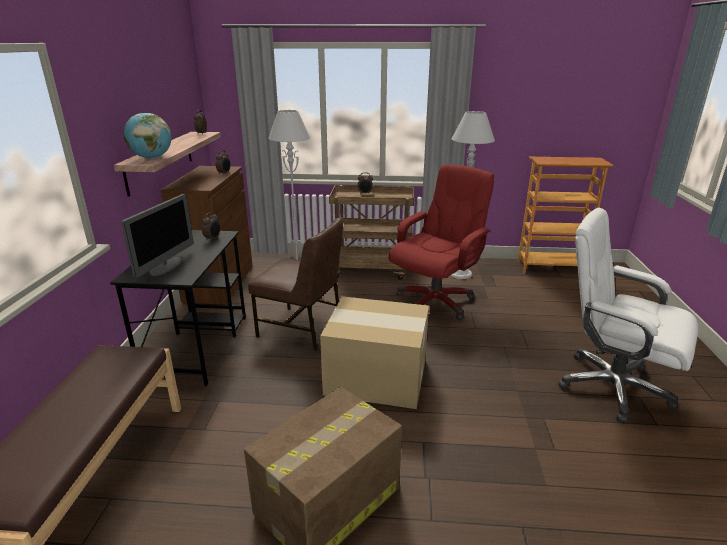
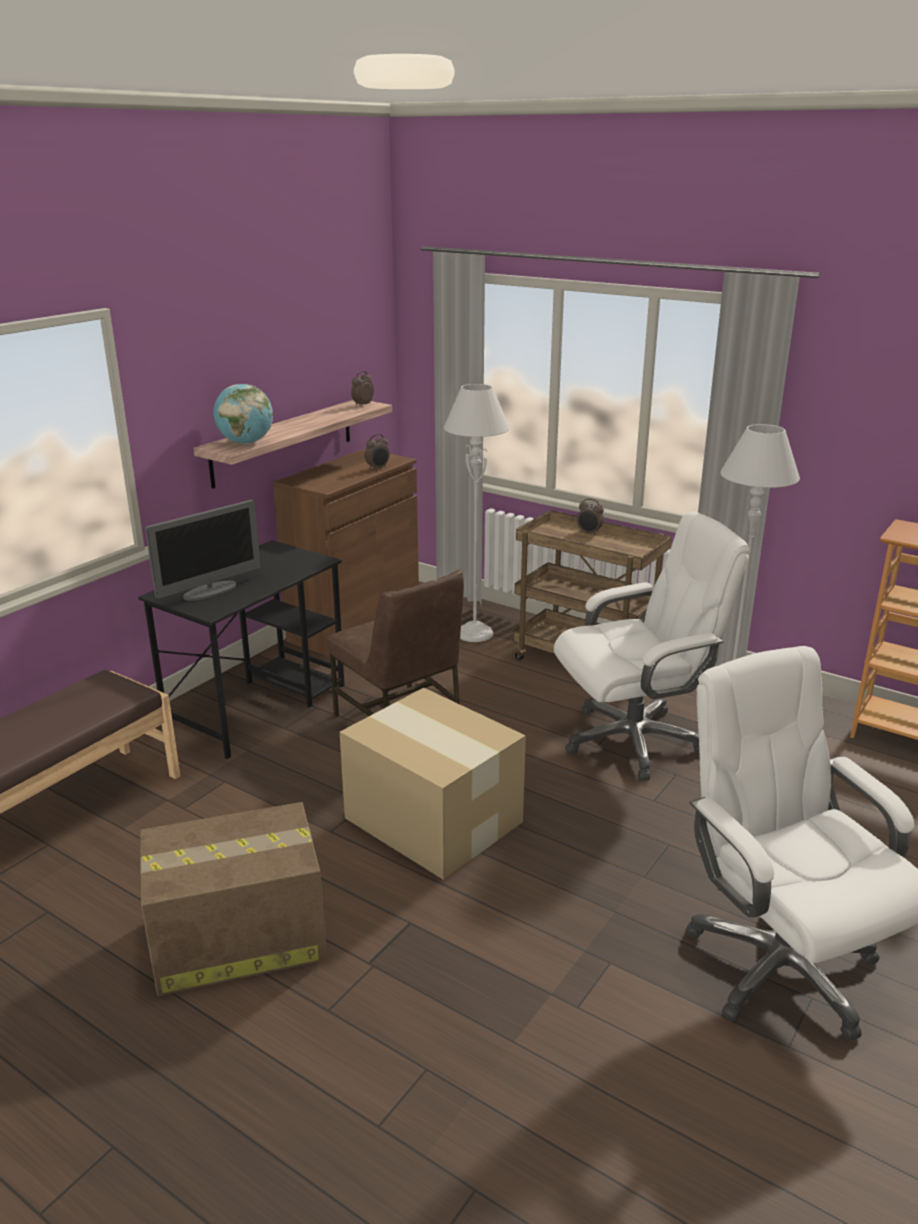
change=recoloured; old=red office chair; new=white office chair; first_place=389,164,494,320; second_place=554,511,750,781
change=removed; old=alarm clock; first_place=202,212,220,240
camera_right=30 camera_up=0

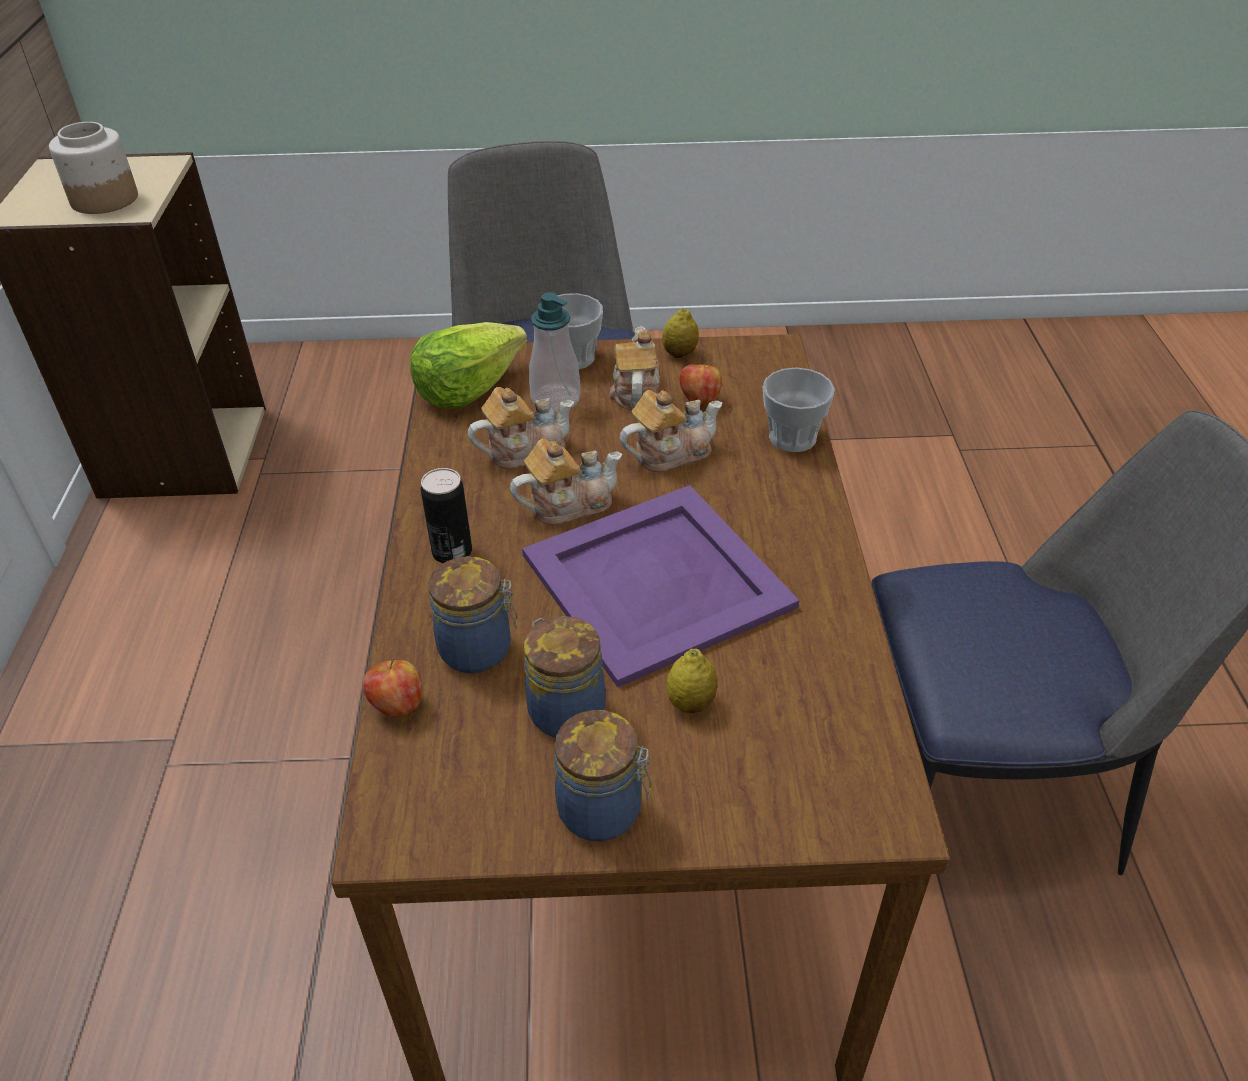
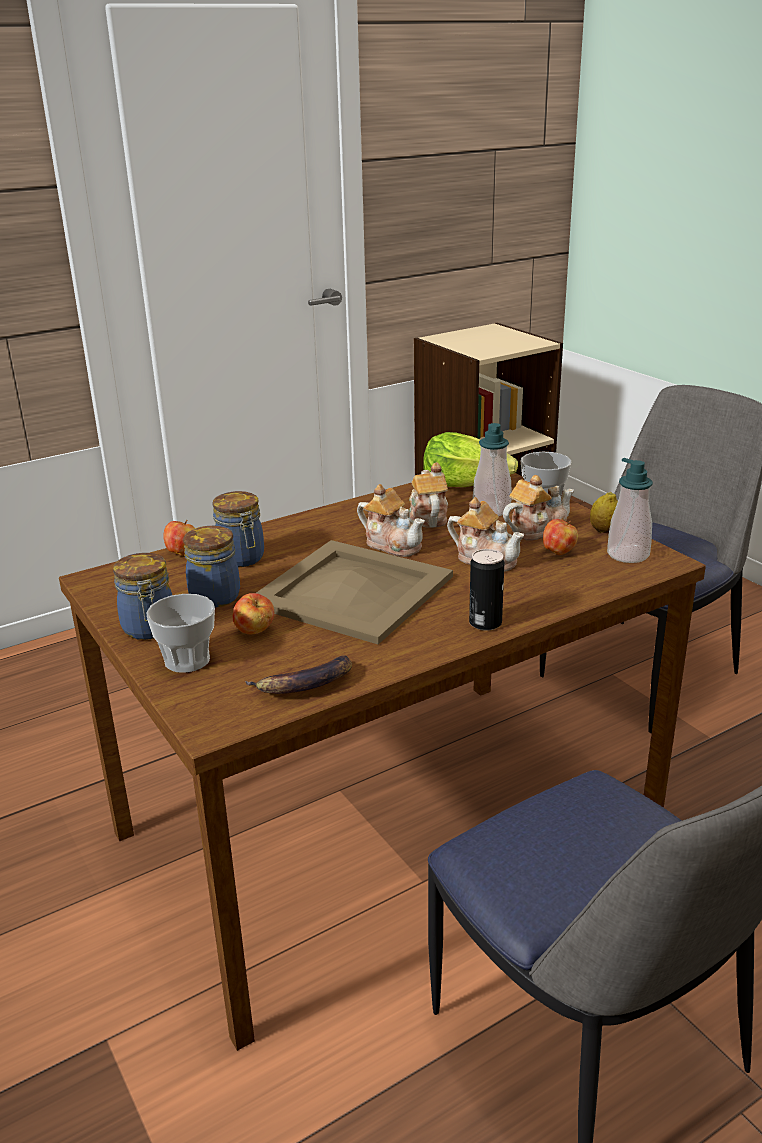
change=removed; old=jar; first_place=49,122,138,214
change=moved; old=cup; first_place=763,367,835,452; second_place=146,594,215,673
change=turned; old=teapot; first_place=468,387,574,469; second_place=409,462,448,528; degrees=-135
change=moved; old=can; first_place=421,468,472,563; second_place=469,549,504,631
change=recoloured; old=purple tray; new=beige tray; first_place=522,485,799,687; second_place=256,540,453,645
change=replaced; old=lemon; new=apple; first_place=667,649,717,713; second_place=233,593,274,634
change=added; new=soap dispenser; second_place=607,458,653,563
change=added; new=banana; second_place=245,655,352,694
camera_right=60 camera_up=-15

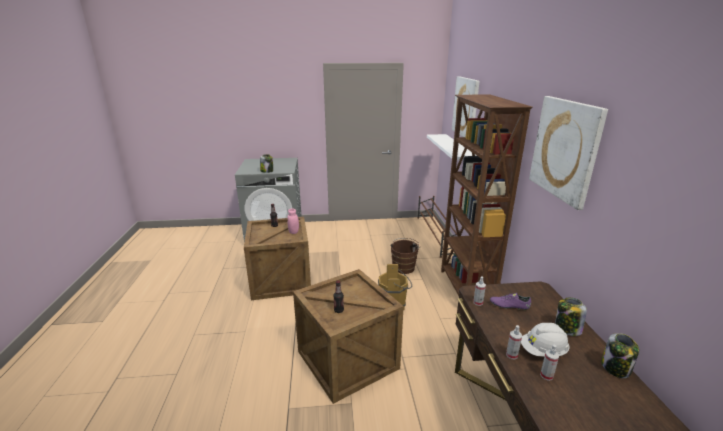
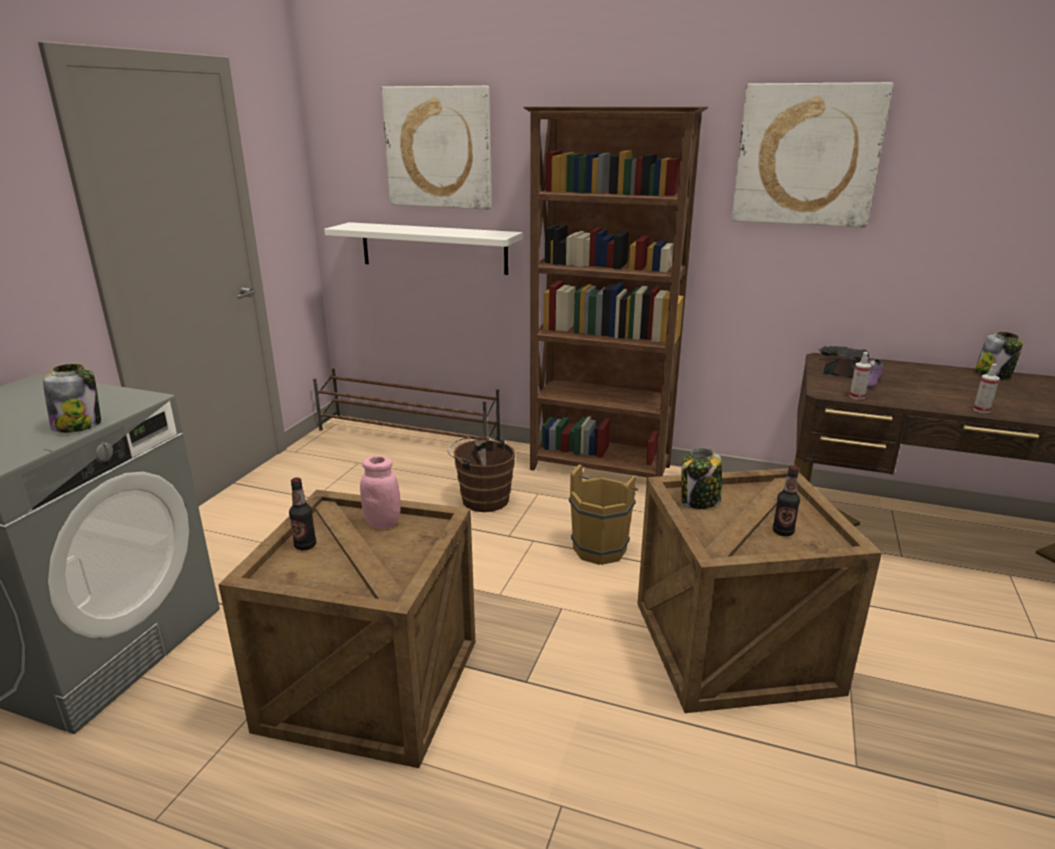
change=moved; old=jar; first_place=555,298,587,336; second_place=682,448,722,509
change=removed; old=white hard hat; first_place=521,323,570,356
change=removed; old=spray bottle; first_place=540,345,559,381
change=added; new=power drill; second_place=819,346,869,378
camera_right=-65 camera_up=0

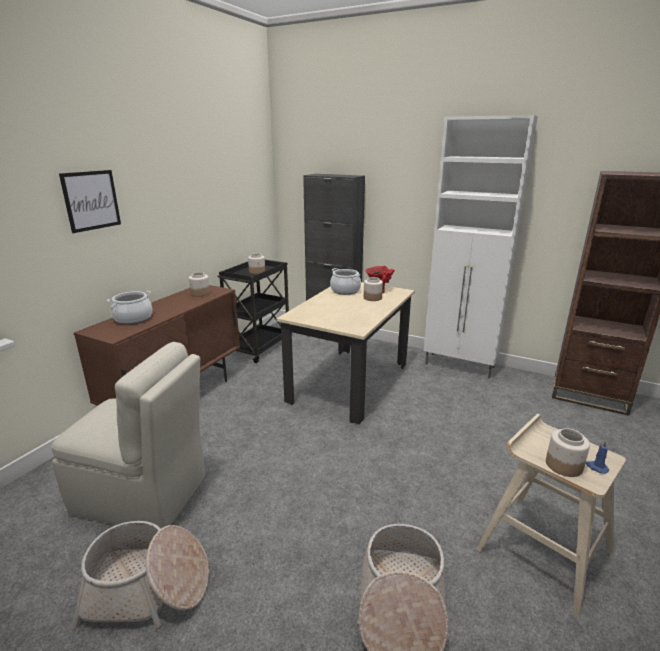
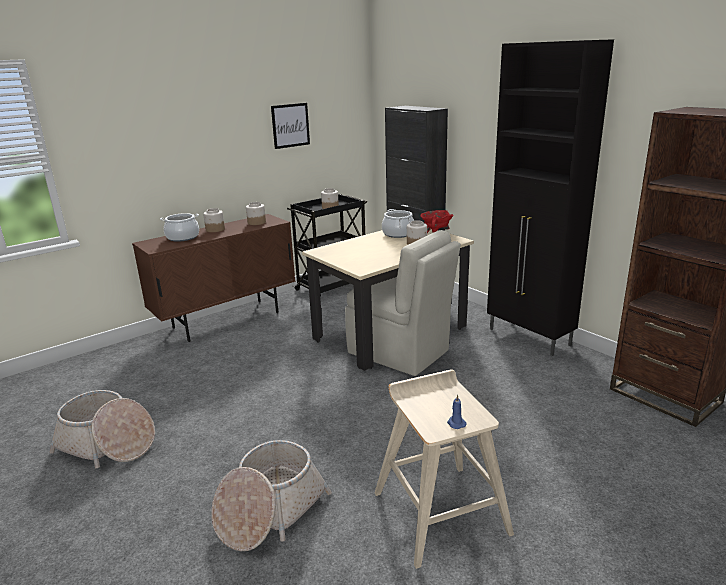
change=recoloured; old=white cabinet; new=black cabinet; first_place=424,115,538,379; second_place=487,39,614,356
change=moved; old=picture; first_place=59,170,121,233; second_place=271,103,310,149
change=moved; old=beige chair; first_place=51,342,205,529; second_place=345,230,461,376
change=moved; old=jar; first_place=546,428,590,477; second_place=203,208,225,232
camera_right=25 camera_up=0

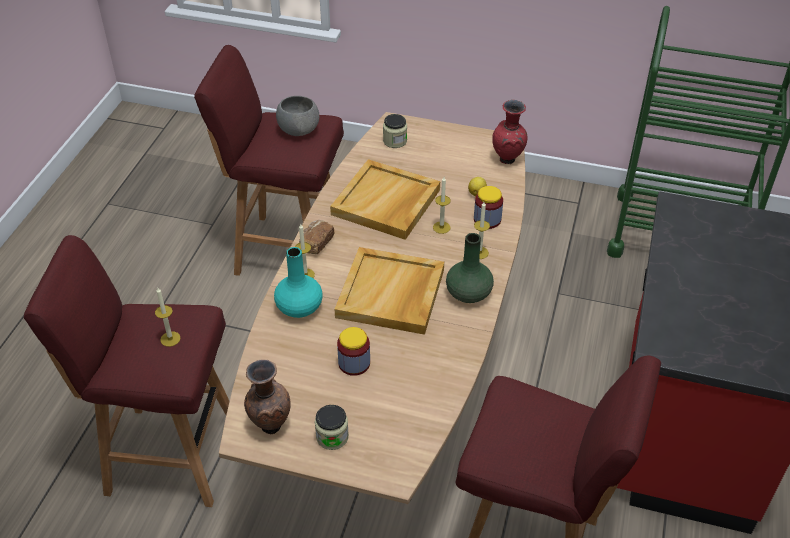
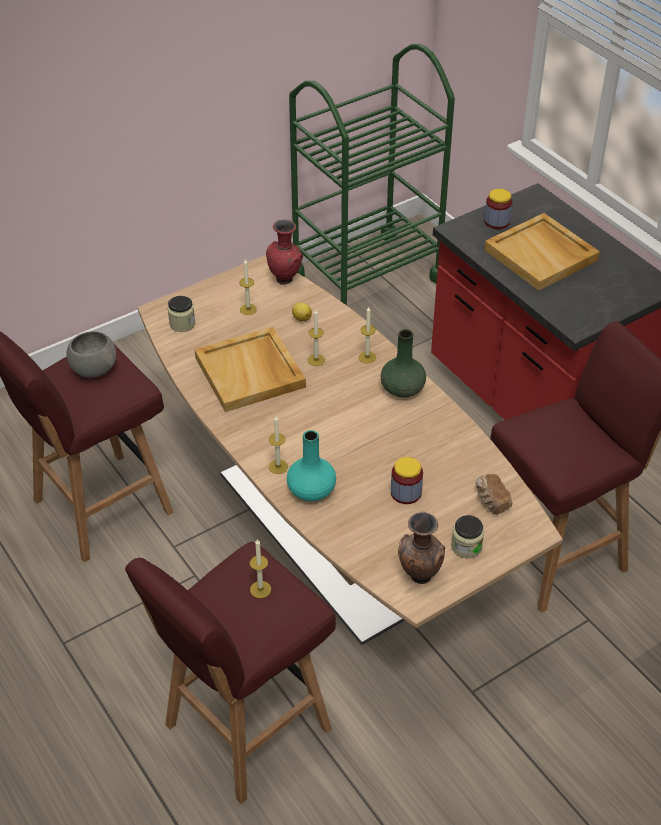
change=moved; old=jar; first_place=474,186,503,229; second_place=484,189,513,229
change=moved; old=bread; first_place=299,220,335,254; second_place=476,474,512,515
change=moved; old=beige tray; first_place=334,247,444,335; second_place=484,213,600,291
change=added; new=candle; second_place=239,259,257,315
camera_right=-50 camera_up=0

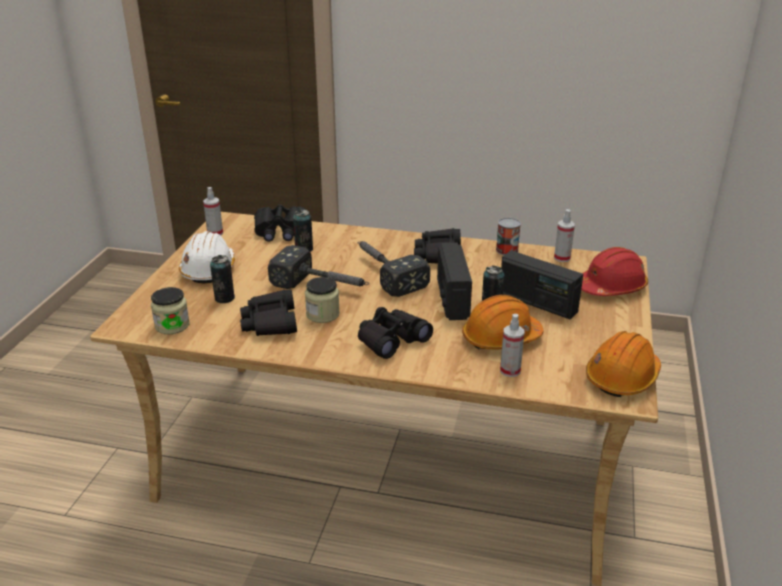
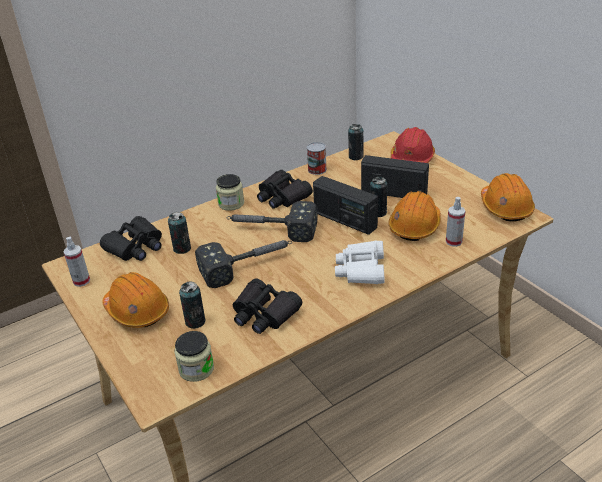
change=replaced; old=spray bottle; new=can; first_place=554,209,575,262; second_place=348,124,364,161
change=recoloured; old=white hard hat; new=orange hard hat; first_place=179,231,235,284; second_place=103,272,169,328
change=turned; old=radio; first_place=501,250,583,319; second_place=361,155,429,198; degrees=-150
change=moved; old=jar; first_place=305,277,340,323; second_place=216,174,244,211
change=recoloured; old=black binoculars; new=white binoculars; first_place=358,307,433,359; second_place=335,240,385,284
camera_right=-45 camera_up=5

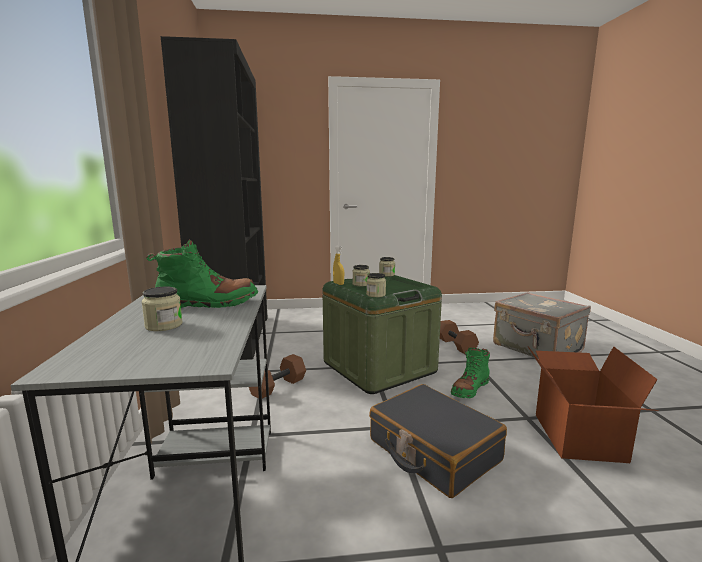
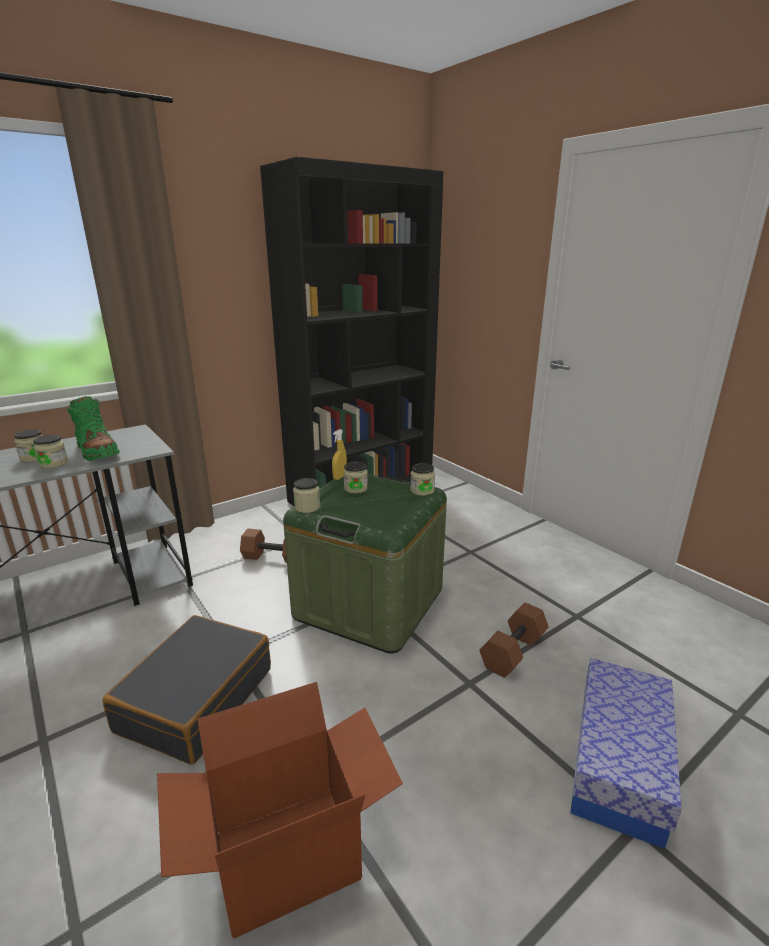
change=replaced; old=grey suitcase; new=storage box; first_place=493,292,591,359; second_place=571,658,682,849
change=removed; old=green boot; first_place=451,347,490,398
change=added; new=jar; second_place=33,435,68,469
camera_right=60 camera_up=10

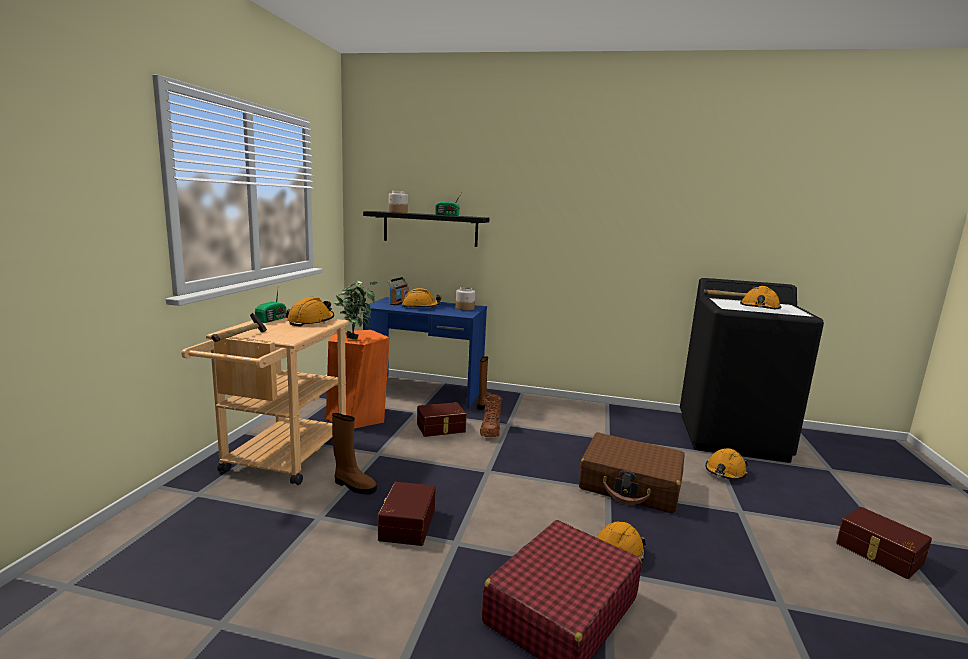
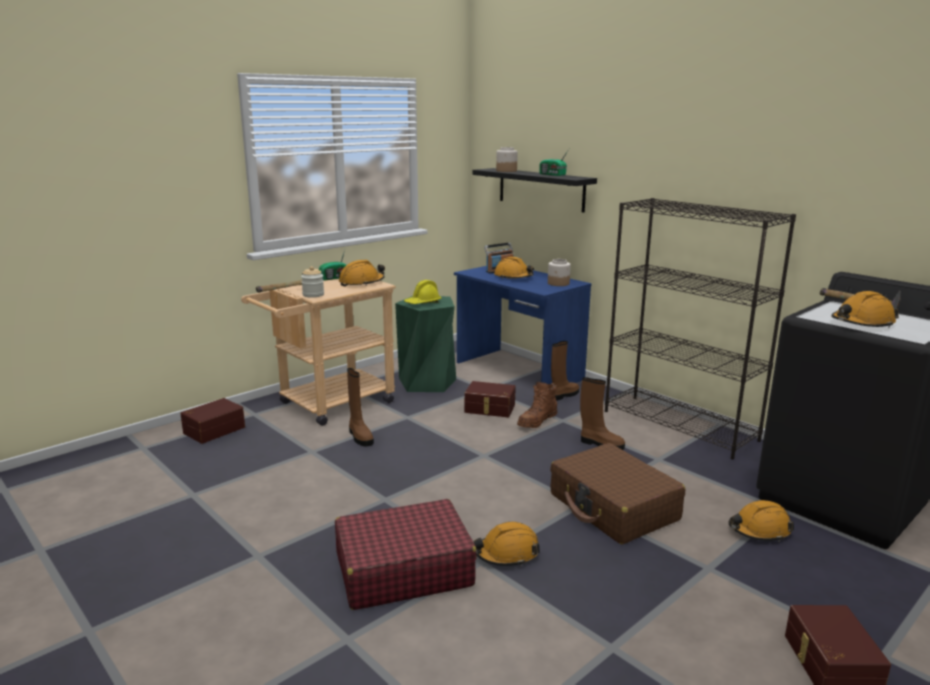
change=replaced; old=potted plant; new=yellow hard hat; first_place=334,281,377,339; second_place=404,280,441,304
change=recoloured; old=orange stool; new=green stool; first_place=326,330,390,428; second_place=395,296,456,392
change=moved; old=brown storage box; first_place=378,482,436,546; second_place=180,398,245,444
change=added; new=black bookcase; second_place=605,198,796,459
change=added; new=jar; second_place=301,266,324,298
change=added; new=brown boot; second_place=580,377,625,450
camera_right=35 camera_up=5

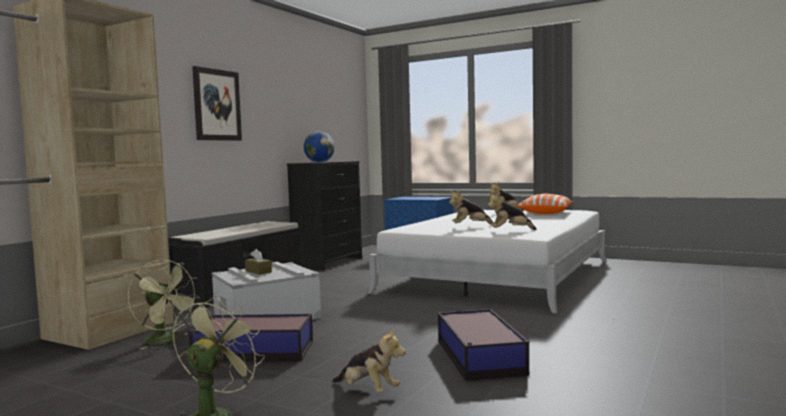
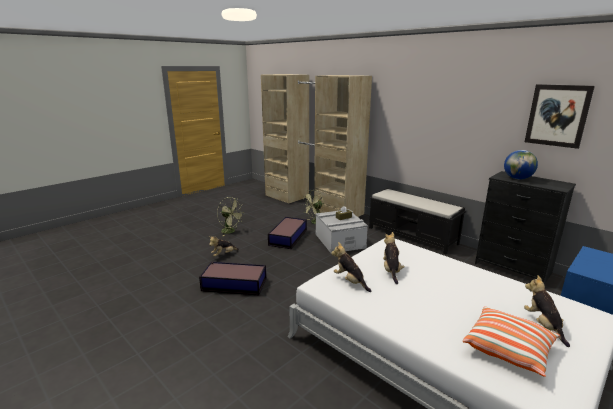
change=moved; old=picture; first_place=192,66,242,141; second_place=525,84,595,149
change=turned; old=plush toy; first_place=488,192,537,230; second_place=331,242,372,292; degrees=-45
camera_right=105 camera_up=15

